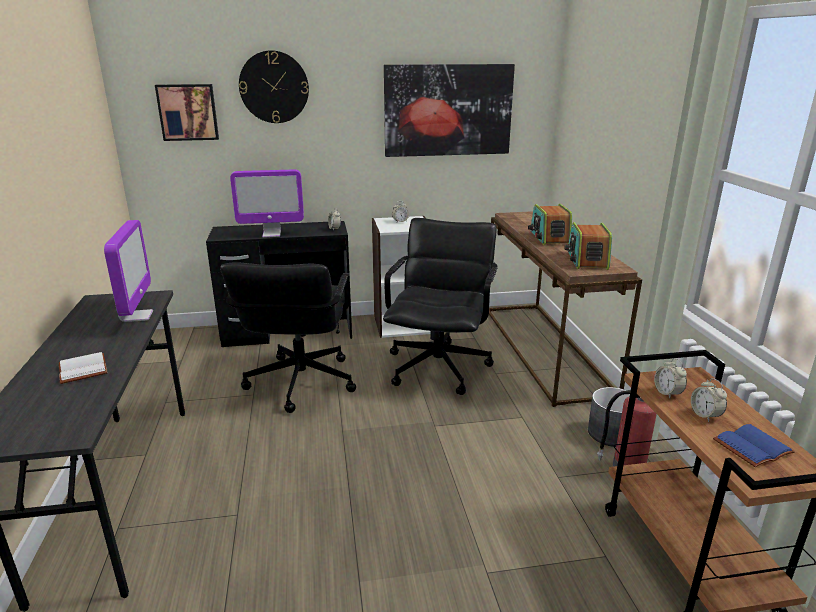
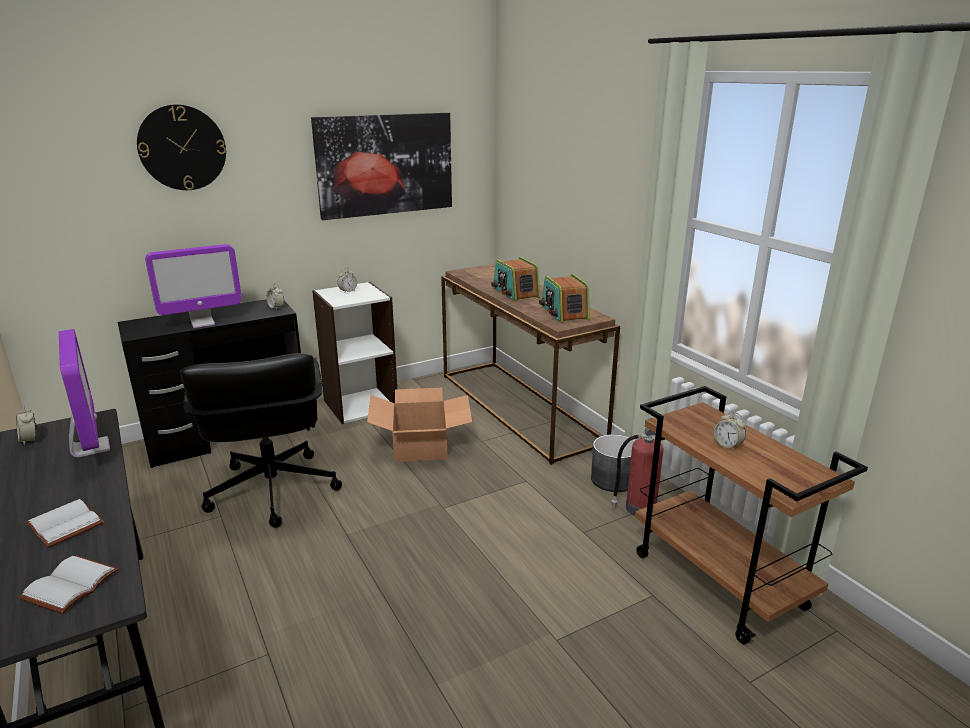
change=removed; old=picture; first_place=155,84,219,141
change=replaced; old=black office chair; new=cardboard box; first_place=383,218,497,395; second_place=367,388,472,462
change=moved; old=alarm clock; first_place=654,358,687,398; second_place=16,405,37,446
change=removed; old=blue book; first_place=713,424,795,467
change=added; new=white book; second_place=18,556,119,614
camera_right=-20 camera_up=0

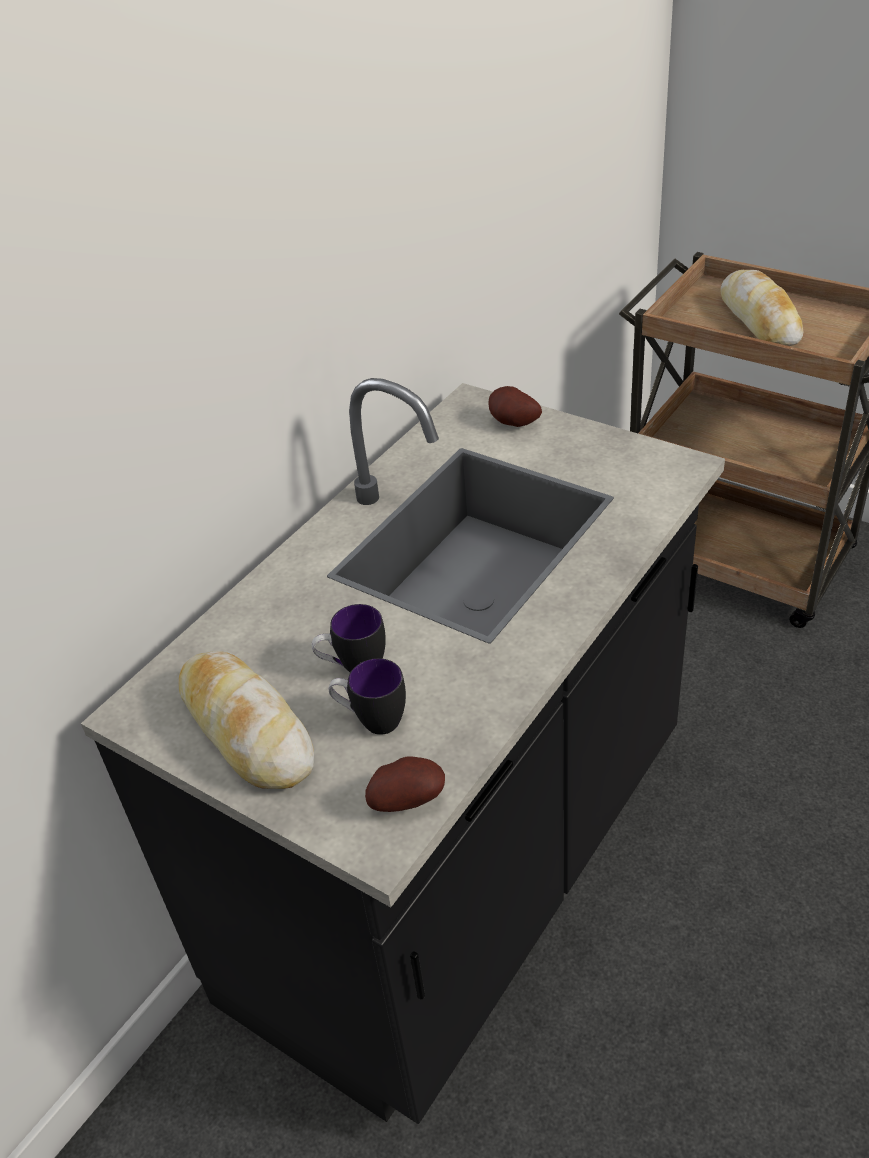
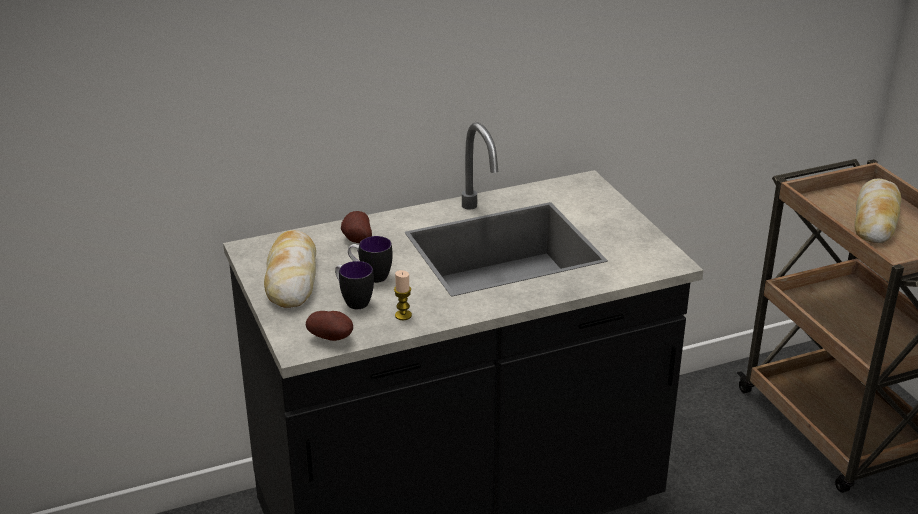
change=moved; old=potato; first_place=488,386,542,427; second_place=341,211,372,243
change=added; new=candle; second_place=394,270,412,320
camera_right=30 camera_up=-10

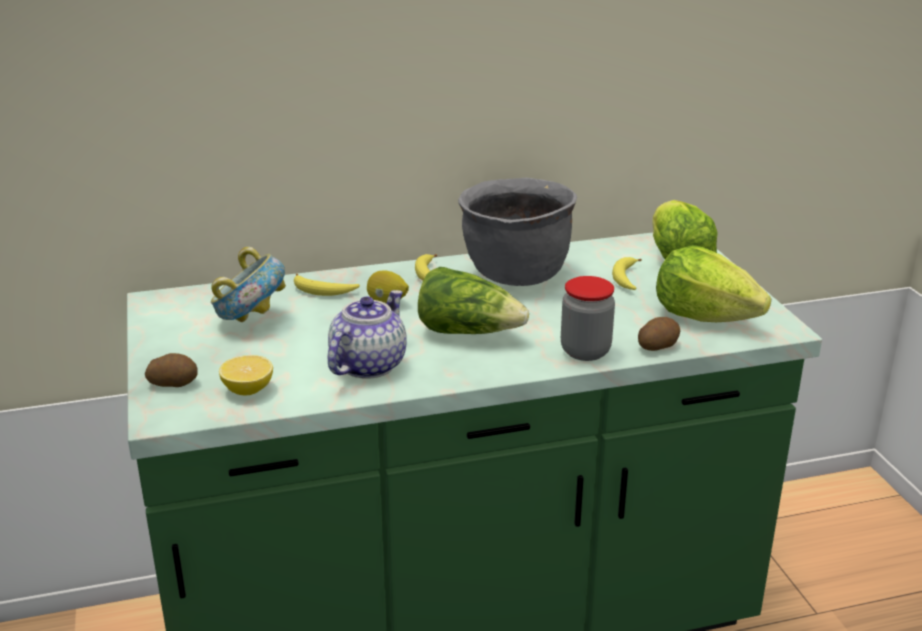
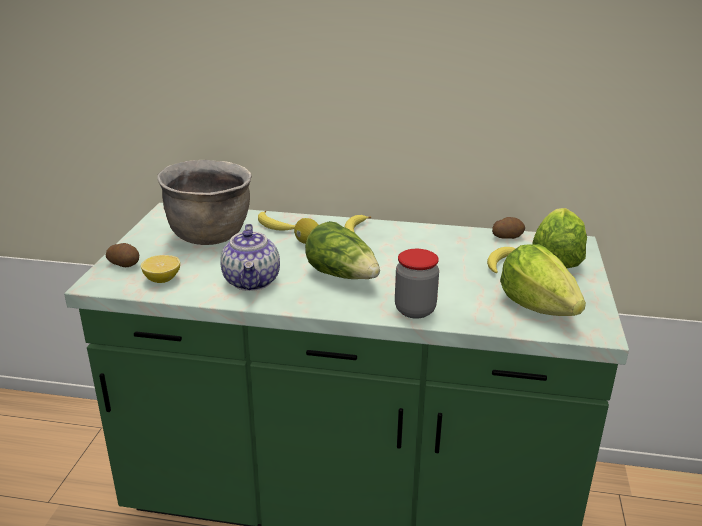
change=removed; old=grey cooking pot; first_place=458,178,577,286
change=replaced; old=bowl; new=brown cooking pot; first_place=211,247,286,322; second_place=157,160,252,245
change=turned; old=teapot; first_place=327,290,407,379; second_place=220,224,280,291; degrees=120
change=moved; old=potato; first_place=638,317,680,351; second_place=492,217,525,239
camera_right=25 camera_up=0

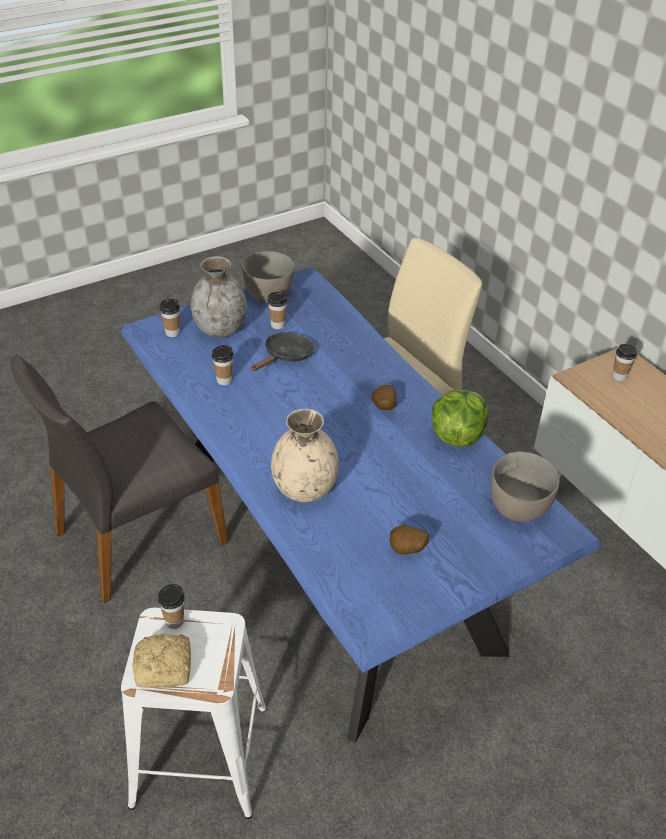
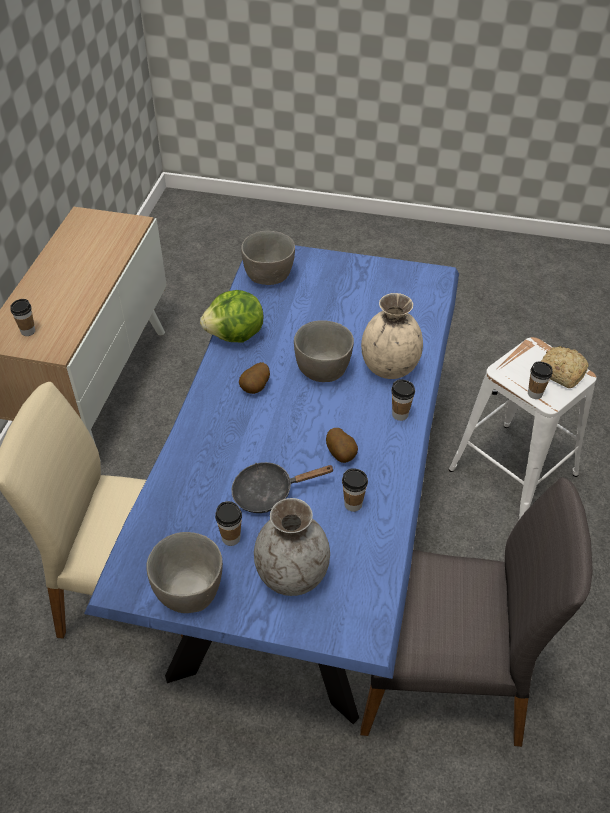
change=moved; old=cup; first_place=159,299,180,337; second_place=391,379,415,421
change=moved; old=potato; first_place=389,525,429,555; second_place=326,428,358,463
change=added; new=grey bowl; second_place=294,320,354,382
camera_right=-135 camera_up=5

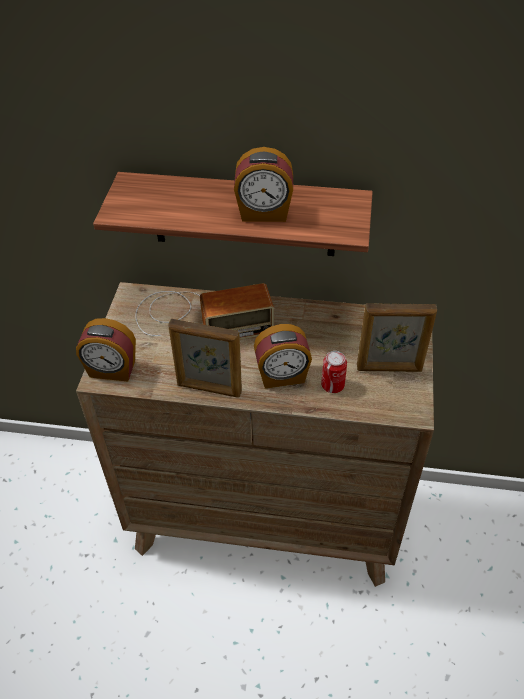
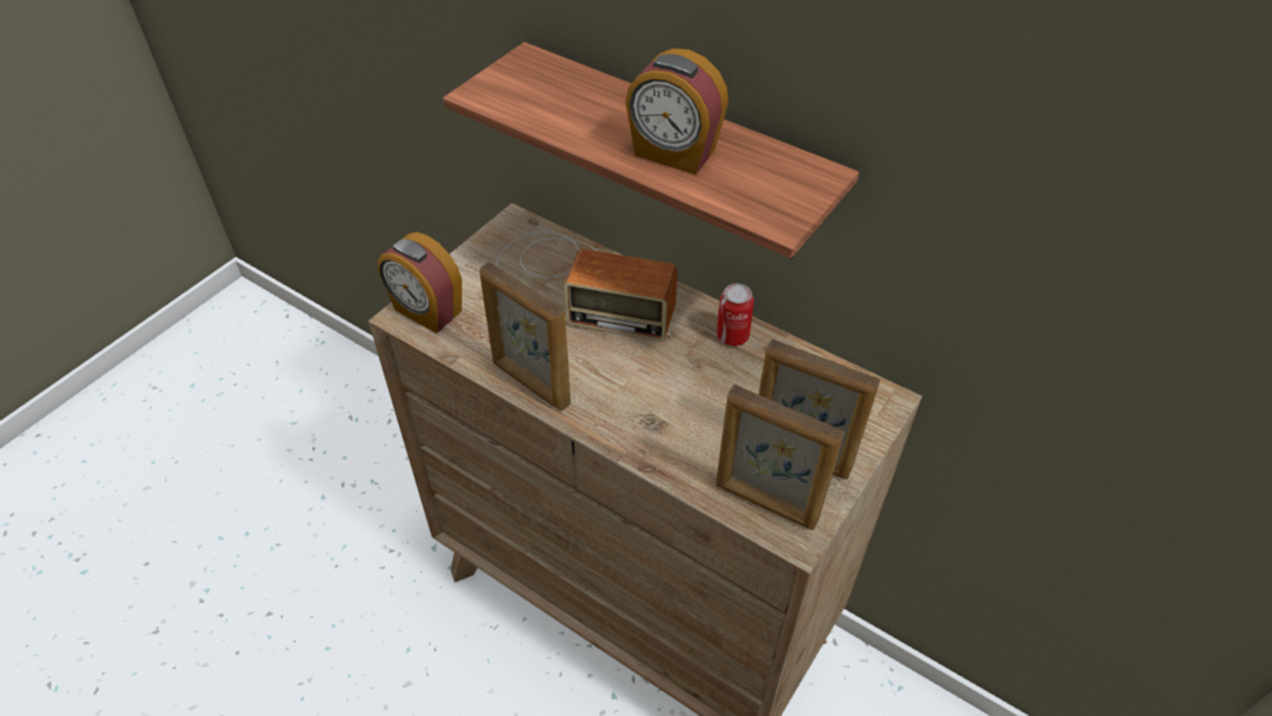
change=removed; old=alarm clock; first_place=254,324,312,389
change=moved; old=can; first_place=321,351,347,393; second_place=716,284,754,346
change=added; new=picture frame; second_place=716,384,844,530
camera_right=25 camera_up=0

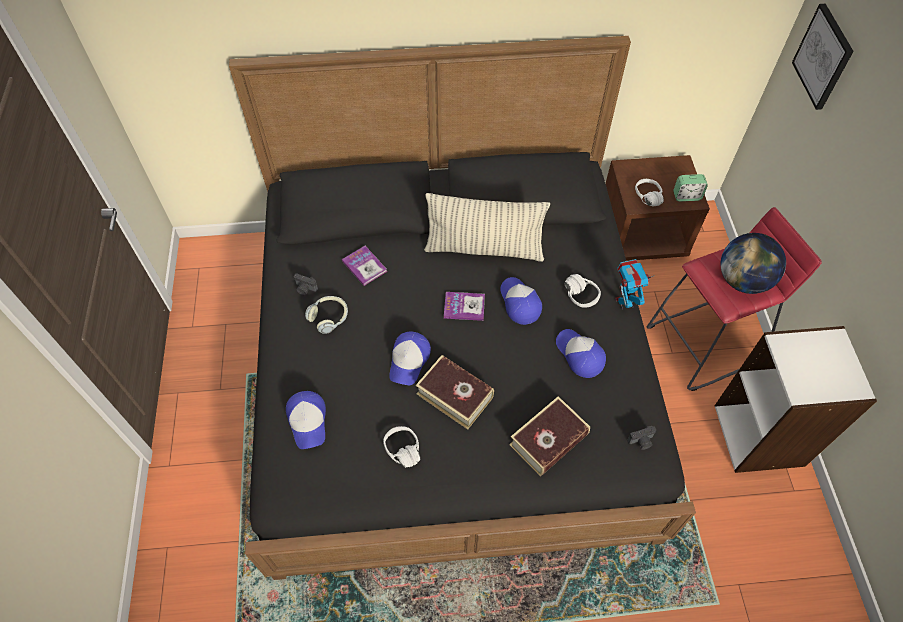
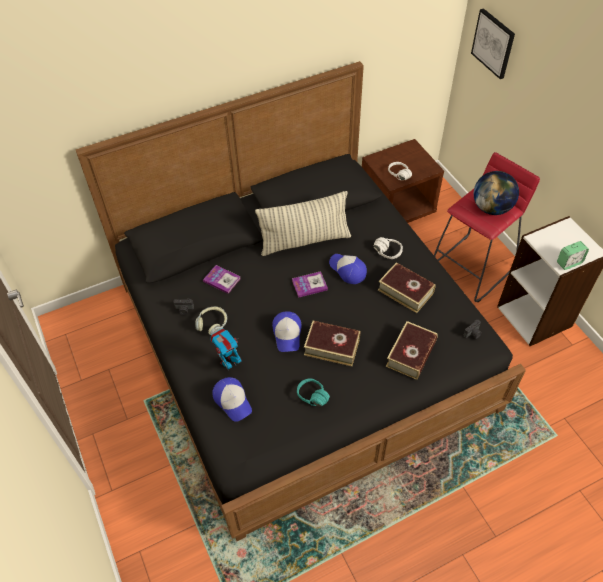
change=moved; old=alarm clock; first_place=673,174,708,202; second_place=557,241,589,270
change=moved; old=toy robot; first_place=615,259,653,310; second_place=210,328,242,370
change=replaced; old=cap; new=book; first_place=556,329,606,378; second_place=378,262,436,313
change=recoloured; old=white headphones; new=turquoise headphones; first_place=383,426,421,468; second_place=297,378,330,407
camera_right=-20 camera_up=-5

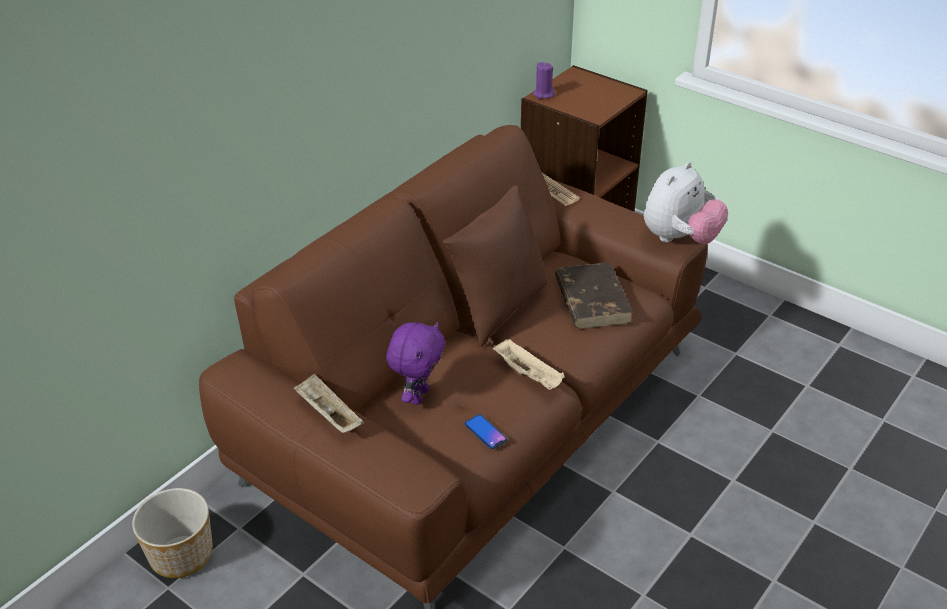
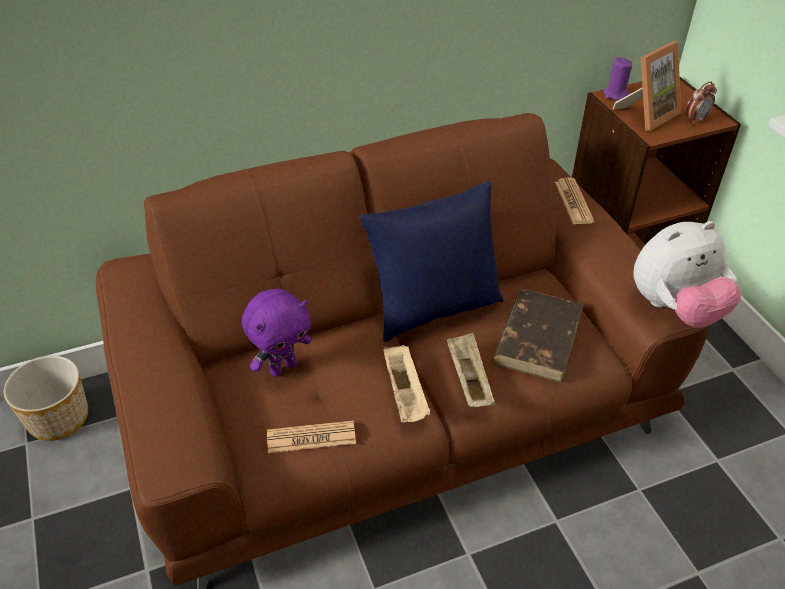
change=recoloured; old=brown pillow; new=blue pillow; first_place=443,185,547,347; second_place=360,181,503,342
change=moved; old=beige tray; first_place=294,373,364,433; second_place=447,333,495,407
change=replaced; old=phone; new=newspaper; first_place=464,414,507,449; second_place=267,421,356,453
change=added; new=picture frame; second_place=613,41,681,131
change=added; new=alarm clock; second_place=685,82,717,125
camera_right=30 camera_up=5

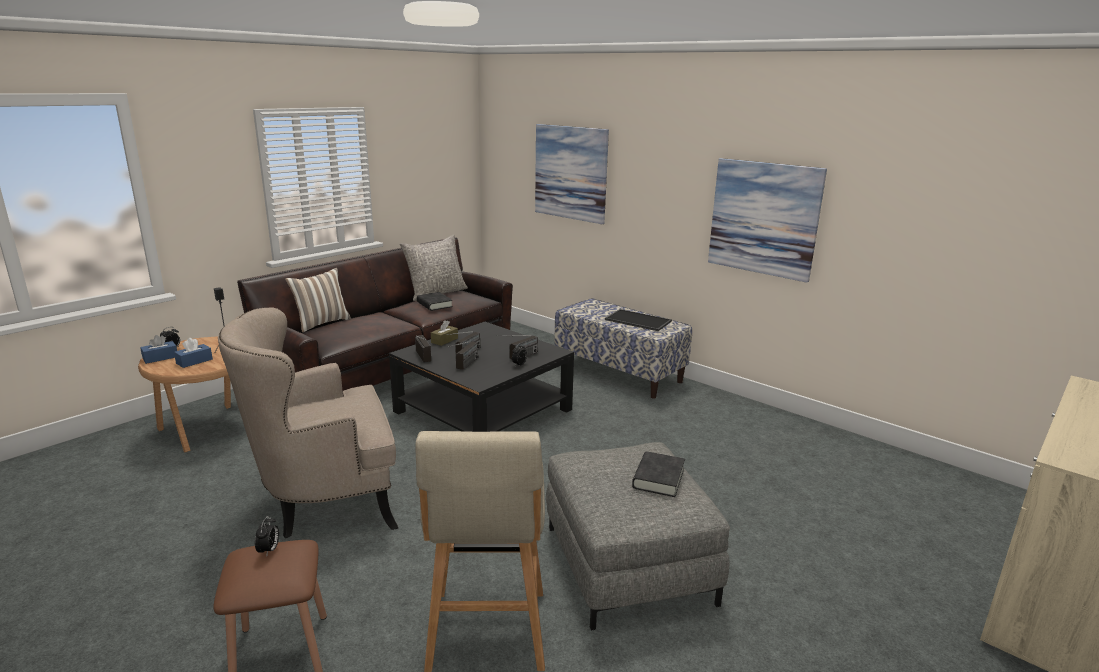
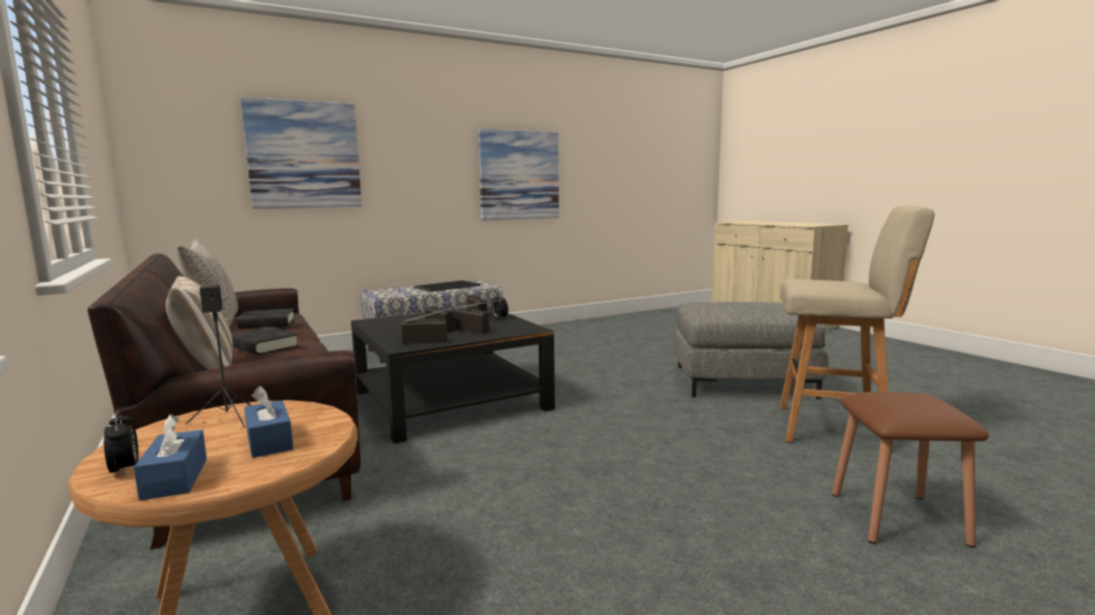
change=removed; old=beige armchair; first_place=218,308,398,538
change=removed; old=brown tissue box; first_place=431,320,458,346
change=moved; old=black book; first_place=632,451,685,497; second_place=231,327,299,355
change=removed; old=alarm clock; first_place=255,516,279,555
camera_right=-70 camera_up=-10

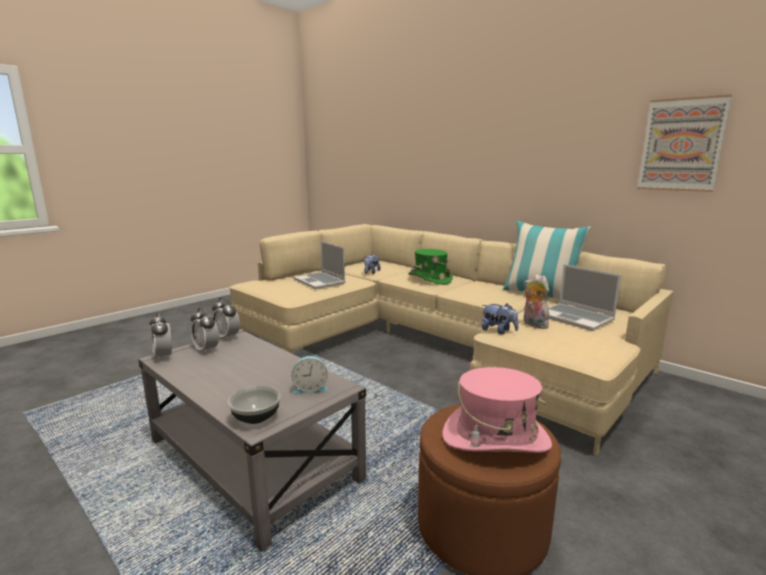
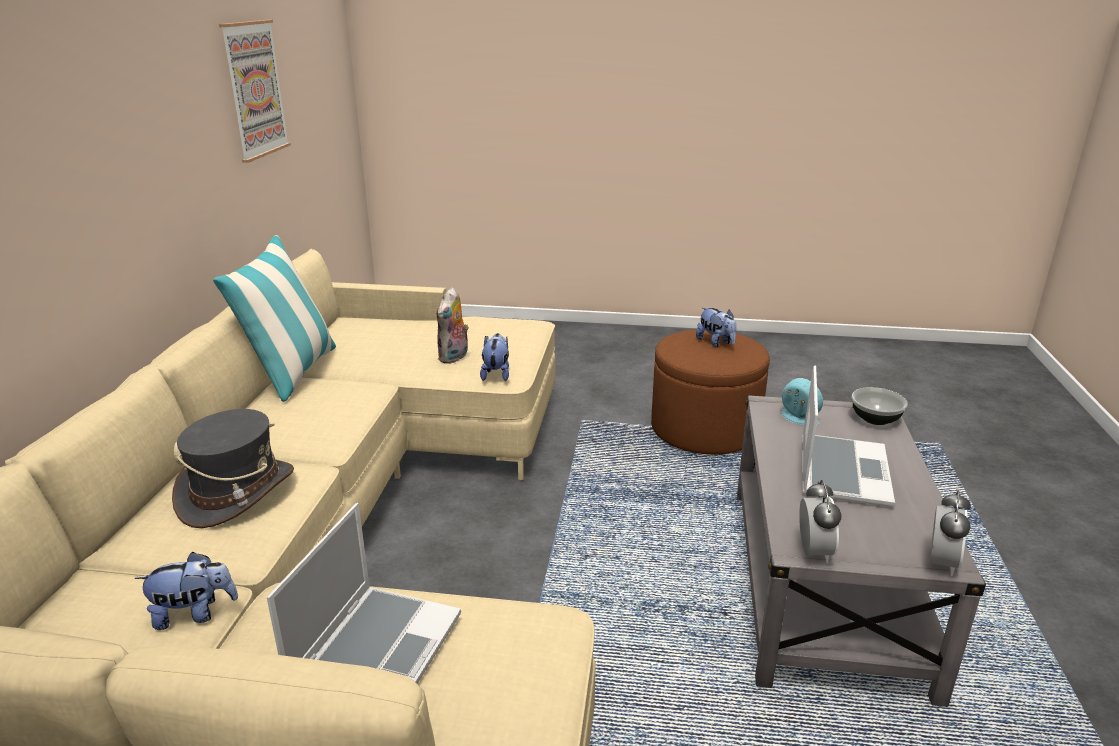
change=recoloured; old=green hat; new=grey hat; first_place=408,249,453,285; second_place=172,409,294,528
change=moved; old=laptop; first_place=548,264,621,331; second_place=802,365,895,507
change=removed; old=alarm clock; first_place=191,308,219,354
change=replaced; old=pink hat; new=plush toy; first_place=442,367,552,453; second_place=696,307,737,347
camera_right=-125 camera_up=10

